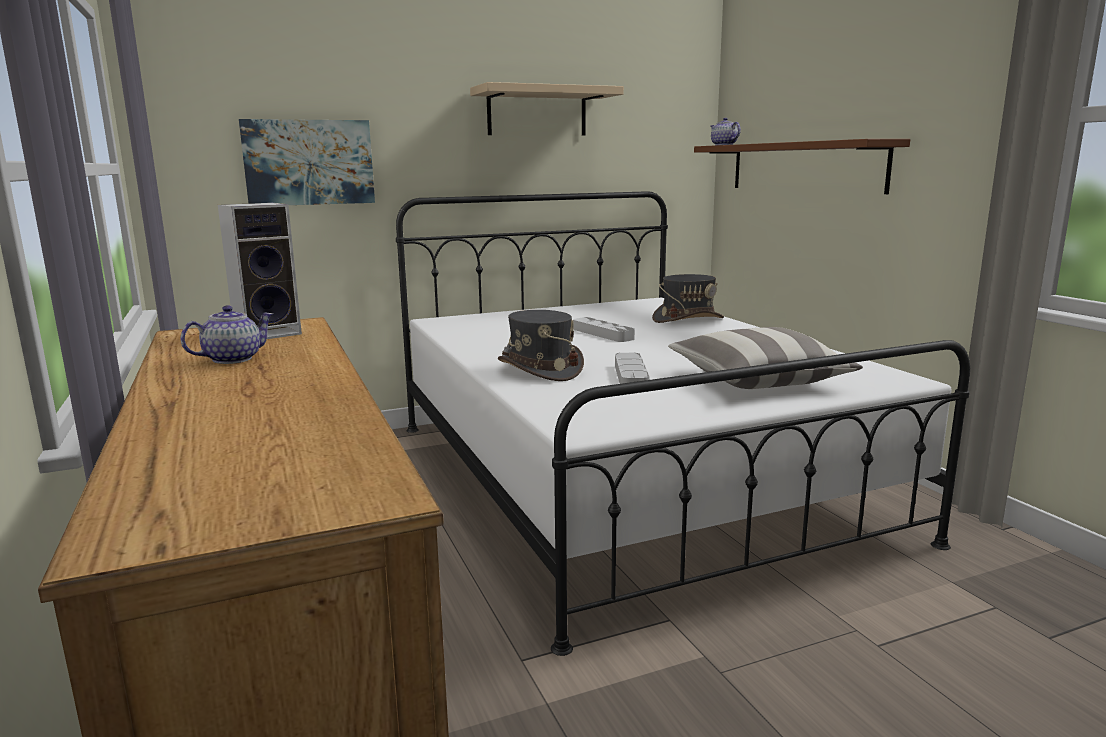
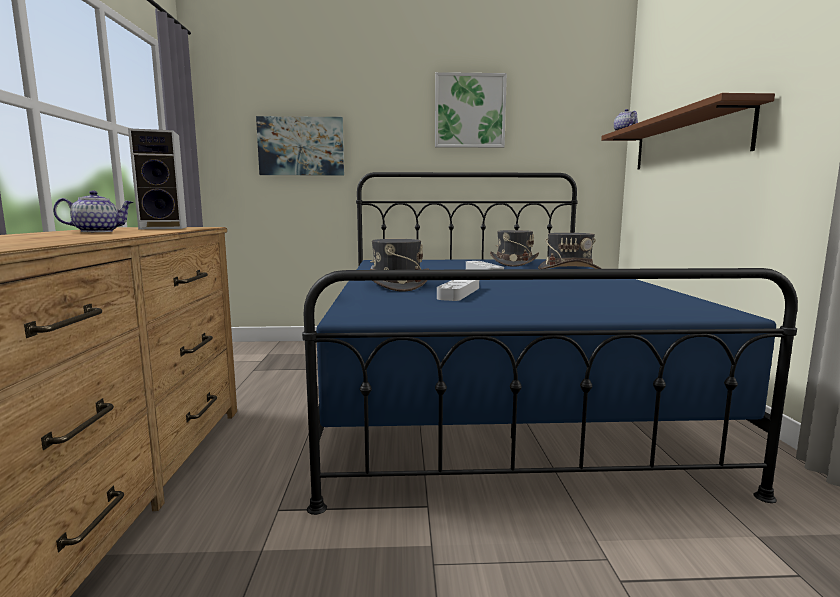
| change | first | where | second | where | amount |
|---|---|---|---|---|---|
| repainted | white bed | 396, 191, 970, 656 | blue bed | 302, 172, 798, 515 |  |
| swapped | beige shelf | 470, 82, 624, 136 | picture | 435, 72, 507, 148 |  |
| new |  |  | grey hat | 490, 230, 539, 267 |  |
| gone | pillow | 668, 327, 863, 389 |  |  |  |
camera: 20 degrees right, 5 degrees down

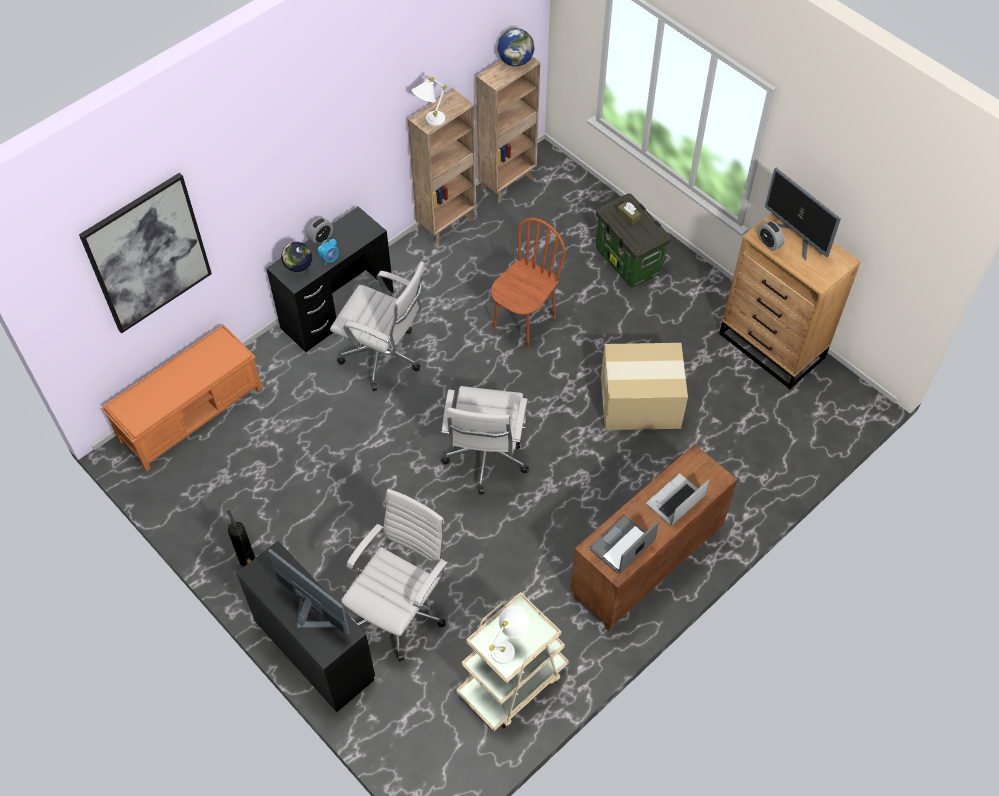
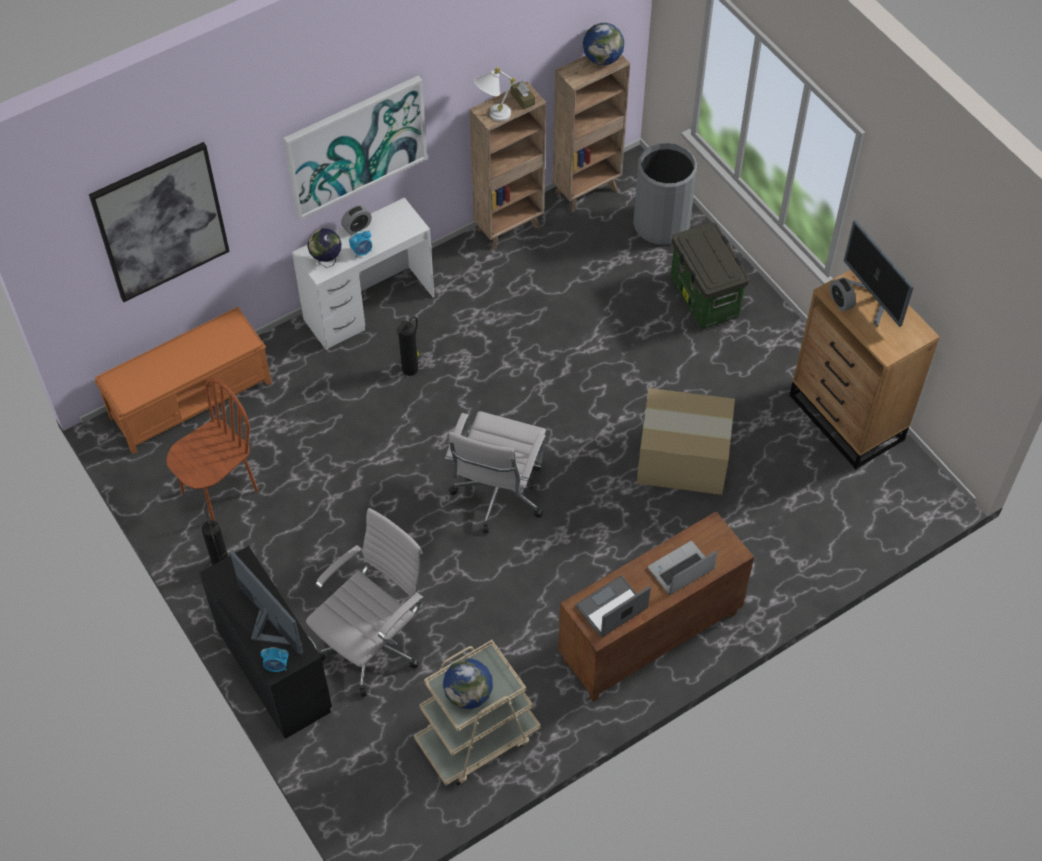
| change | first | where | second | where | amount |
|---|---|---|---|---|---|
| shifted | brown chair | 491, 218, 566, 348 |  | 166, 378, 258, 521 |  |
| new |  |  | alarm clock | 261, 647, 289, 672 |  |
| new |  |  | picture | 283, 76, 427, 220 |  |
| repainted | black desk | 266, 207, 393, 352 | white desk | 292, 197, 435, 350 |  |
| swapped | white office chair | 330, 262, 425, 391 | fire extinguisher | 396, 317, 420, 376 |  |
| swapped | white table lamp | 489, 606, 529, 664 | globe | 443, 658, 493, 709 |  |
| shifted | brown tissue box | 617, 201, 641, 226 |  | 511, 81, 535, 110 |  |
| new |  |  | grey trash can | 633, 143, 697, 245 |  |
camera: 10 degrees right, 0 degrees up

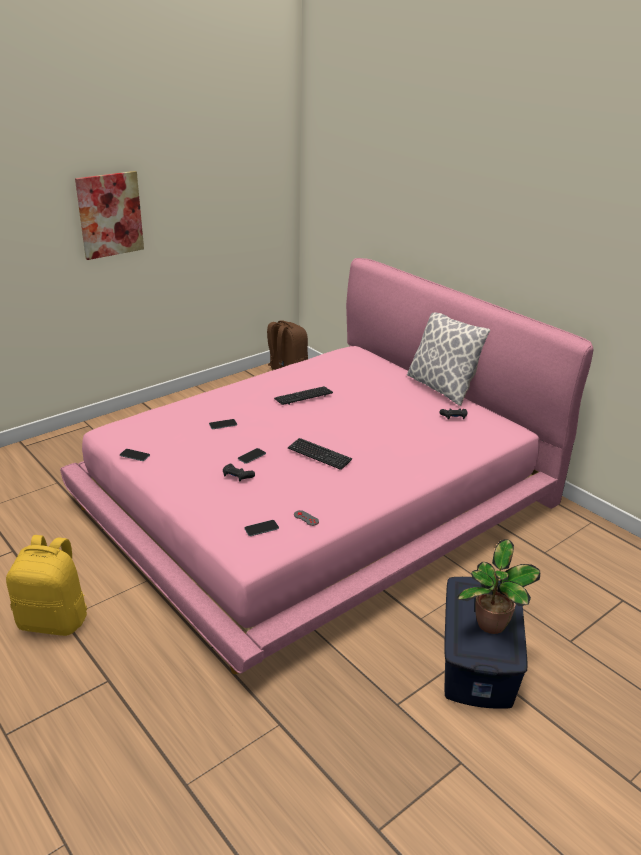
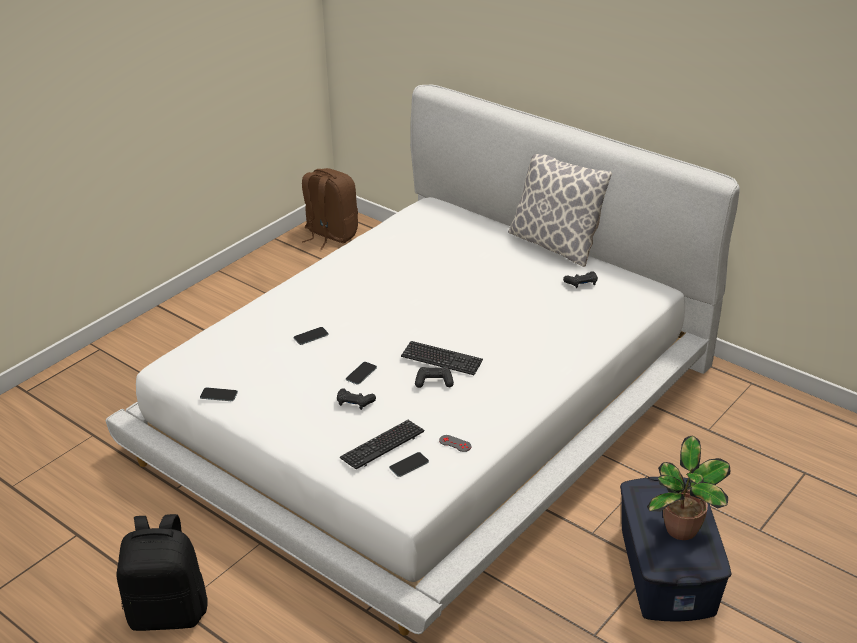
| change | first | where | second | where | amount |
|---|---|---|---|---|---|
| repainted | pink bed | 60, 258, 594, 674 | white bed | 106, 85, 740, 636 |  |
| repainted | yellow backpack | 6, 535, 87, 636 | black backpack | 116, 514, 207, 631 |  |
| shifted | keyboard | 274, 386, 333, 405 |  | 340, 420, 424, 469 |  |
| new |  |  | black game controller | 415, 367, 454, 388 |  |
| gone | picture | 75, 171, 144, 260 |  |  |  |
camera: 10 degrees left, 5 degrees up

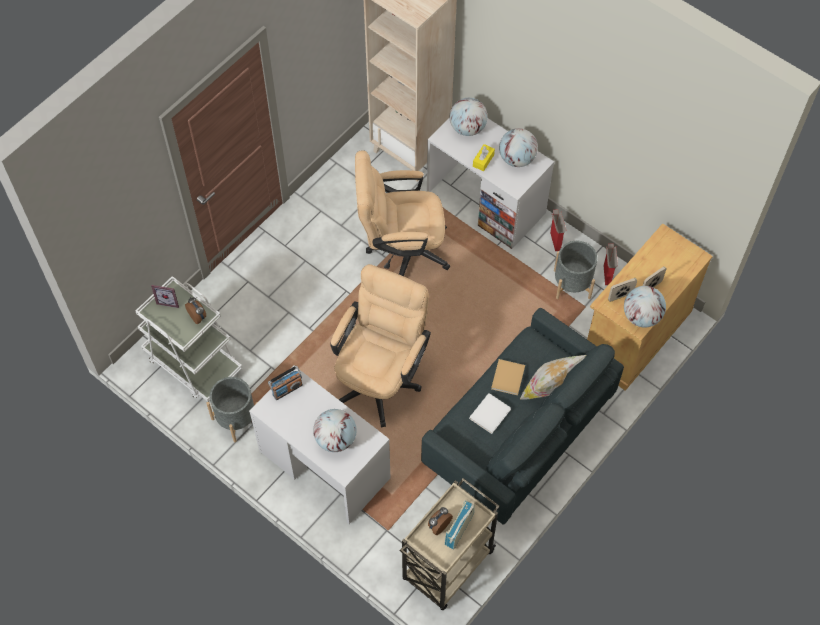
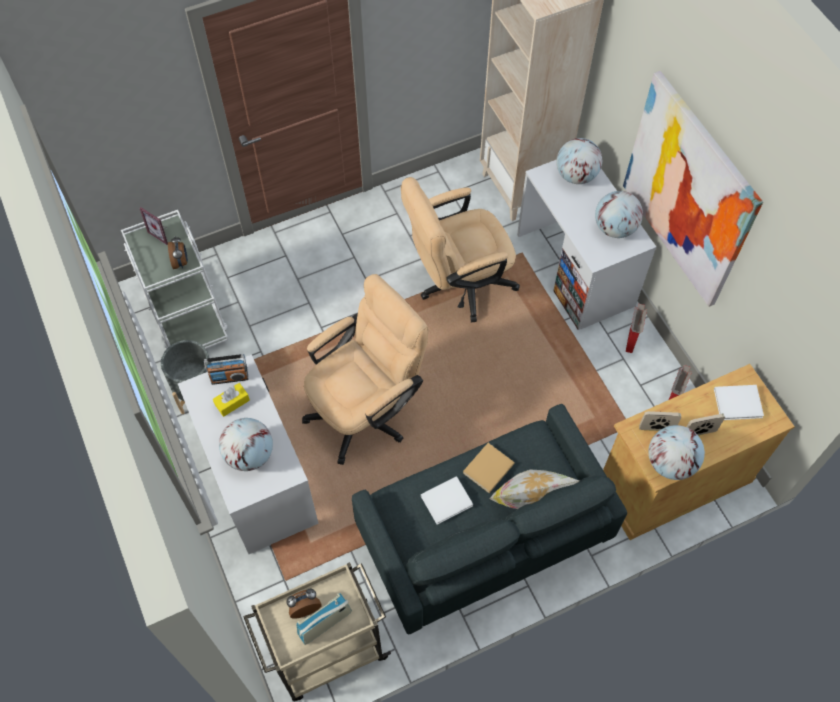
| change | first | where | second | where | amount |
|---|---|---|---|---|---|
| shifted | yellow tissue box | 473, 144, 495, 171 |  | 213, 383, 250, 417 |  |
| rotated | beige office chair | 355, 150, 450, 276 |  | 401, 177, 520, 322 | 45 degrees counterclockwise |
| new |  |  | picture | 623, 71, 763, 307 |  |
| new |  |  | white book | 714, 385, 764, 420 |  |
| gone | grey planter | 554, 241, 597, 299 |  |  |  |
camera: 25 degrees right, 0 degrees up

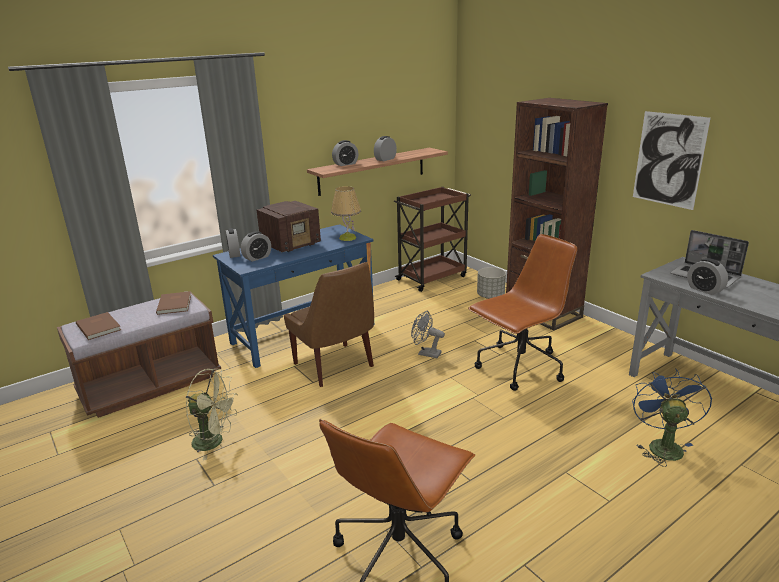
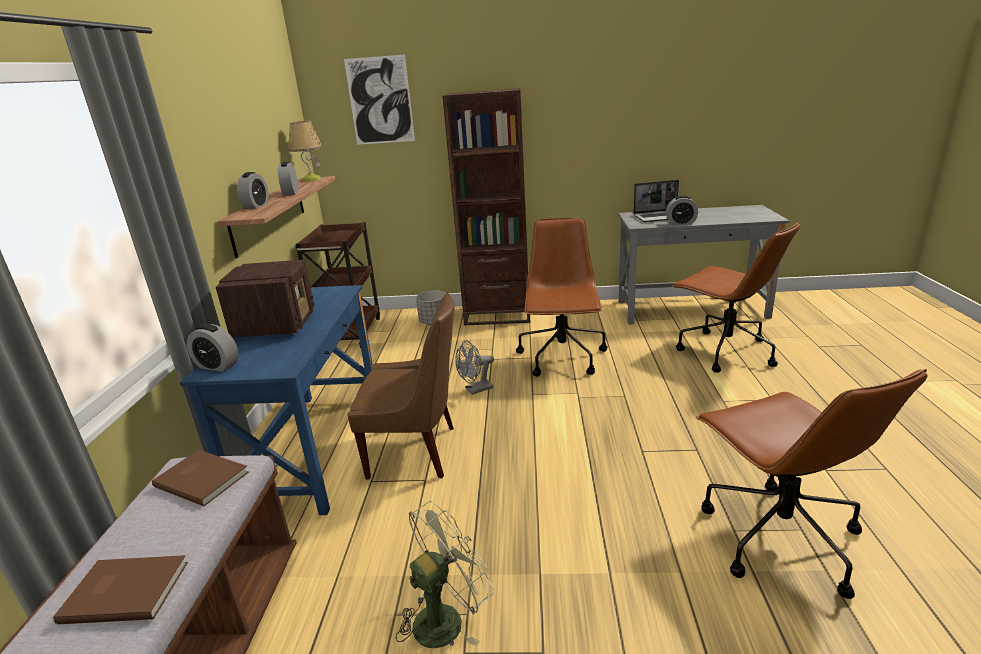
| change | first | where | second | where | amount |
|---|---|---|---|---|---|
| shifted | table lamp | 331, 186, 361, 241 |  | 288, 121, 322, 181 |  |
| shifted | picture | 633, 111, 710, 210 |  | 344, 55, 415, 145 |  |
| swapped | blue fan | 632, 368, 712, 467 | brown office chair | 671, 222, 800, 373 |  |
| gone | alarm clock | 241, 231, 271, 262 |  |  |  |
camera: 50 degrees left, 0 degrees up

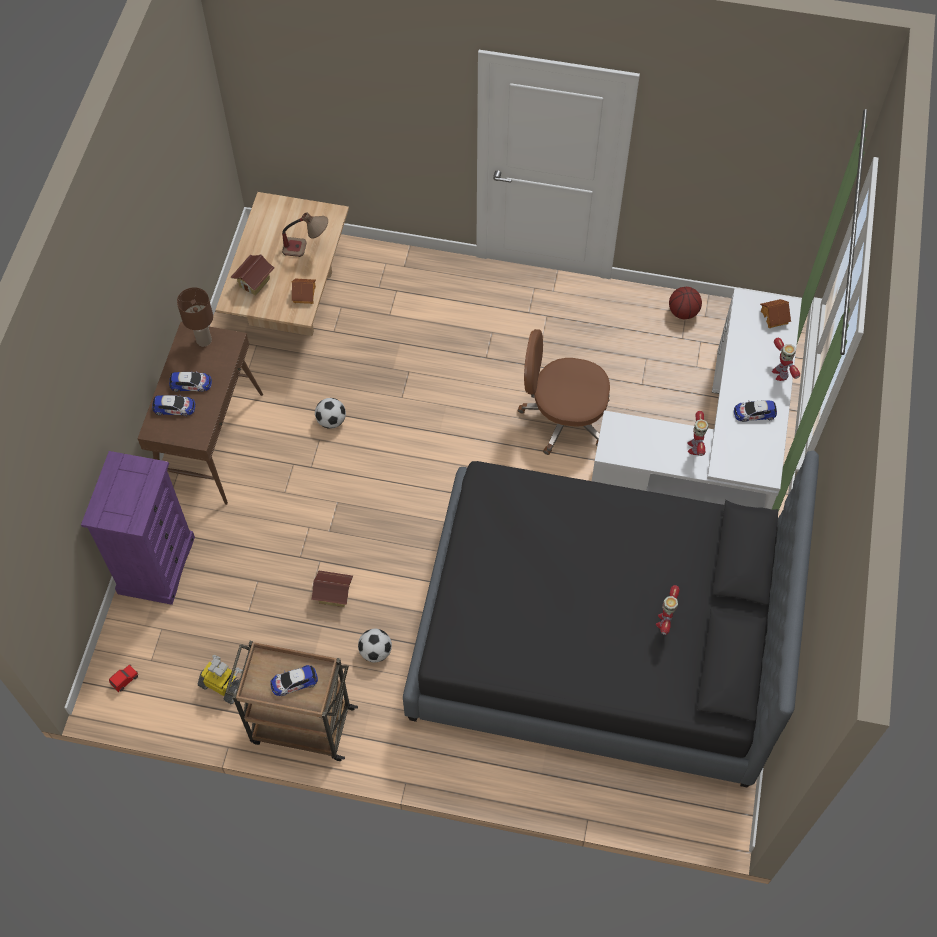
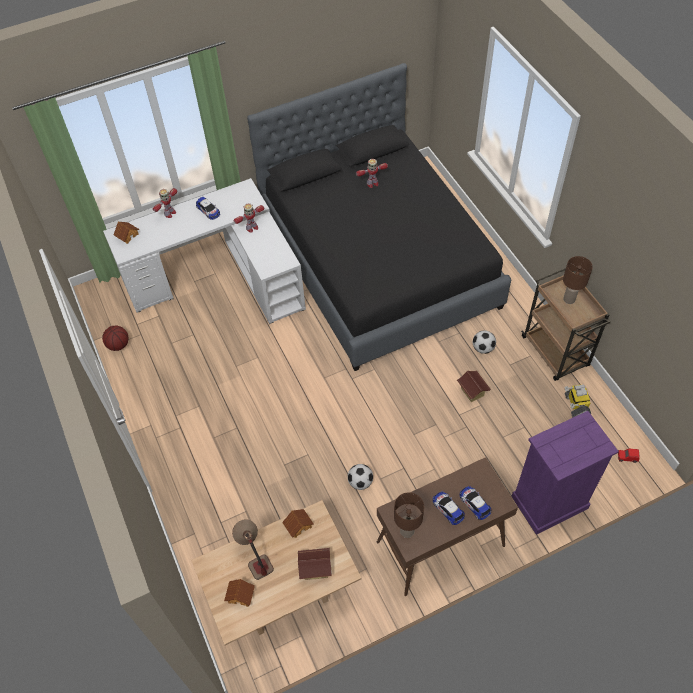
| change | first | where | second | where | amount |
|---|---|---|---|---|---|
| new |  |  | toy house | 224, 579, 255, 607 |  |
| swapped | toy car | 270, 665, 318, 696 | brown table lamp | 563, 256, 593, 304 |  |
| gone | brown office chair | 518, 329, 610, 455 |  |  |  |
camera: 125 degrees left, 5 degrees down

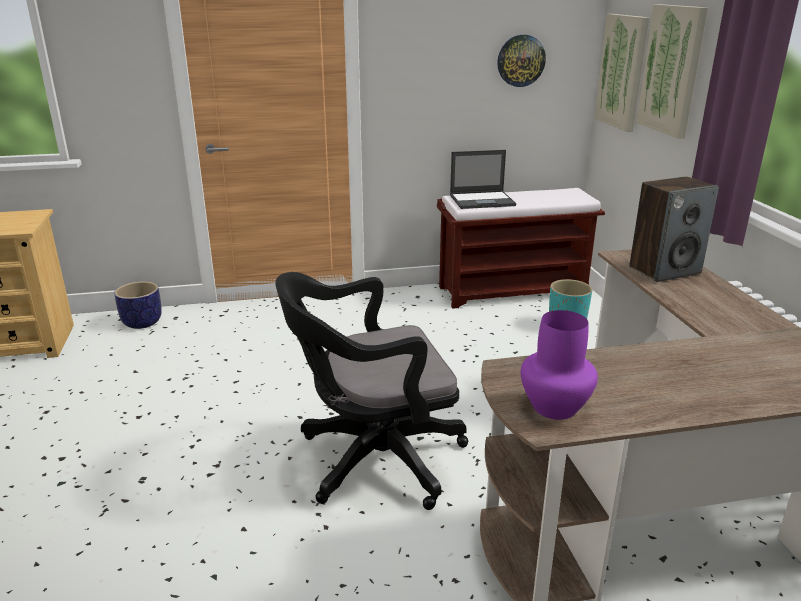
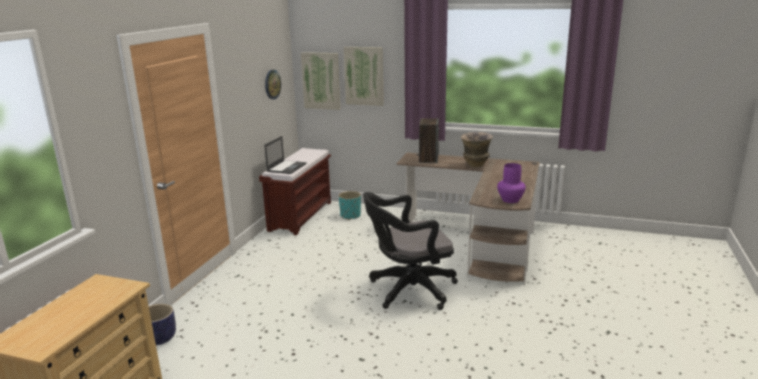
| change | first | where | second | where | amount |
|---|---|---|---|---|---|
| rotated | black office chair | 275, 272, 468, 510 |  | 363, 192, 458, 310 | 60 degrees clockwise |
| new |  |  | vase | 461, 132, 493, 167 |  |
camera: 60 degrees left, 5 degrees down

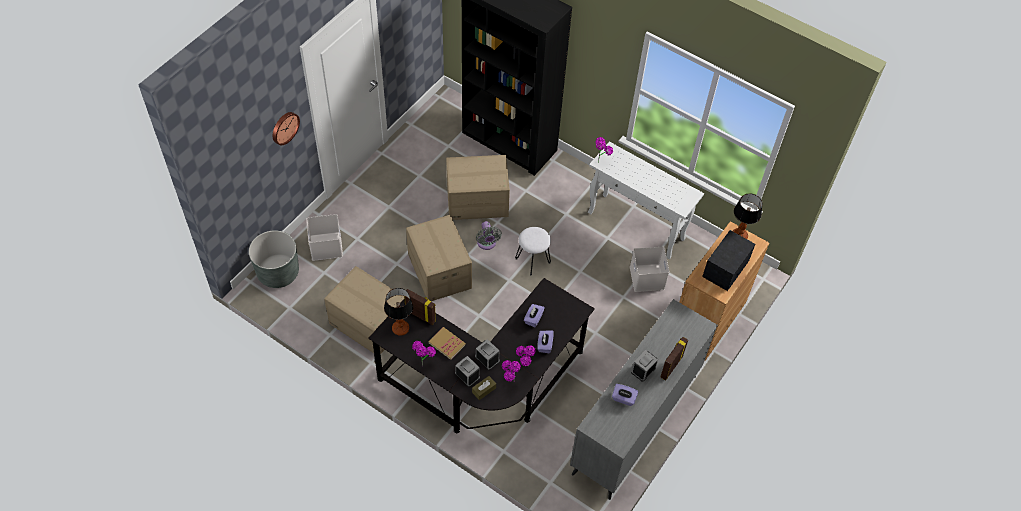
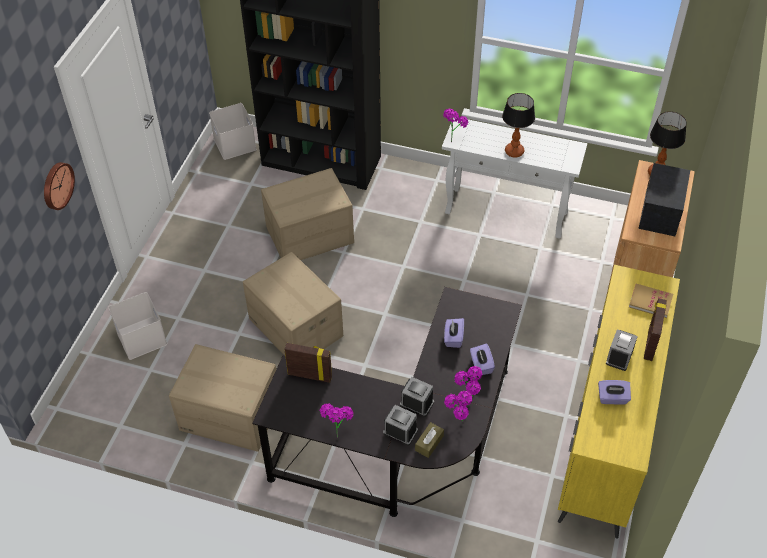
| change | first | where | second | where | amount |
|---|---|---|---|---|---|
| shifted | white storage box | 630, 247, 669, 292 |  | 209, 103, 257, 160 |  |
| shifted | table lamp | 384, 288, 413, 336 |  | 502, 93, 535, 158 |  |
| repainted | grey dresser | 570, 299, 718, 500 | yellow dresser | 558, 265, 680, 539 |  |
| shifted | book | 429, 327, 466, 360 |  | 629, 284, 673, 318 |  |
| gone | grey planter | 249, 230, 299, 288 |  |  |  |
| gone | grey fan | 476, 221, 502, 250 |  |  |  |
| gone | white stool | 515, 227, 551, 275 |  |  |  |
camera: 15 degrees left, 5 degrees down

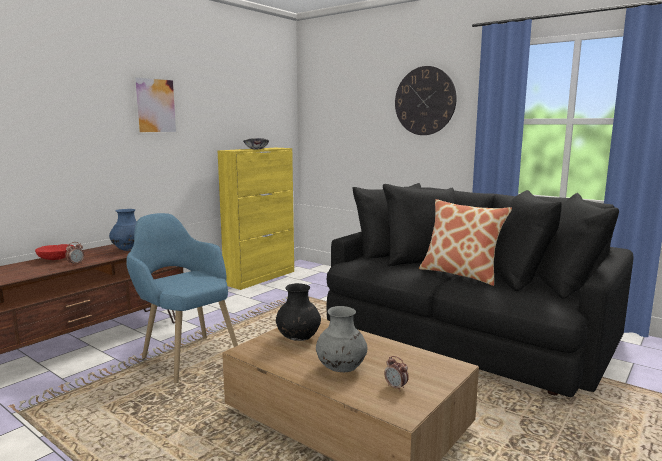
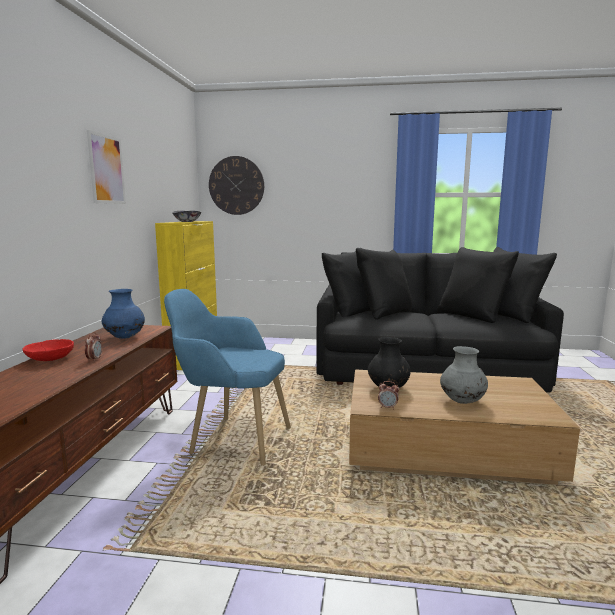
| change | first | where | second | where | amount |
|---|---|---|---|---|---|
| shifted | wall clock | 395, 66, 457, 135 |  | 209, 156, 264, 215 |  |
| shifted | alarm clock | 384, 356, 409, 391 |  | 378, 381, 399, 409 |  |
| gone | pillow | 419, 199, 512, 286 |  |  |  |
camera: 30 degrees left, 0 degrees up

